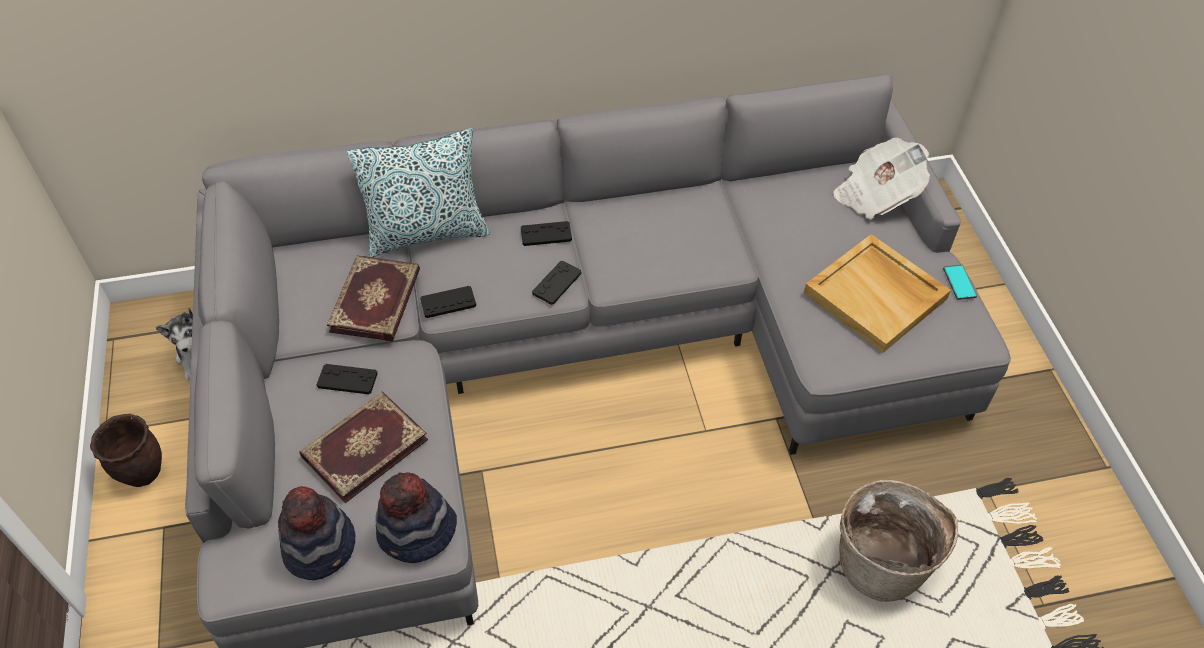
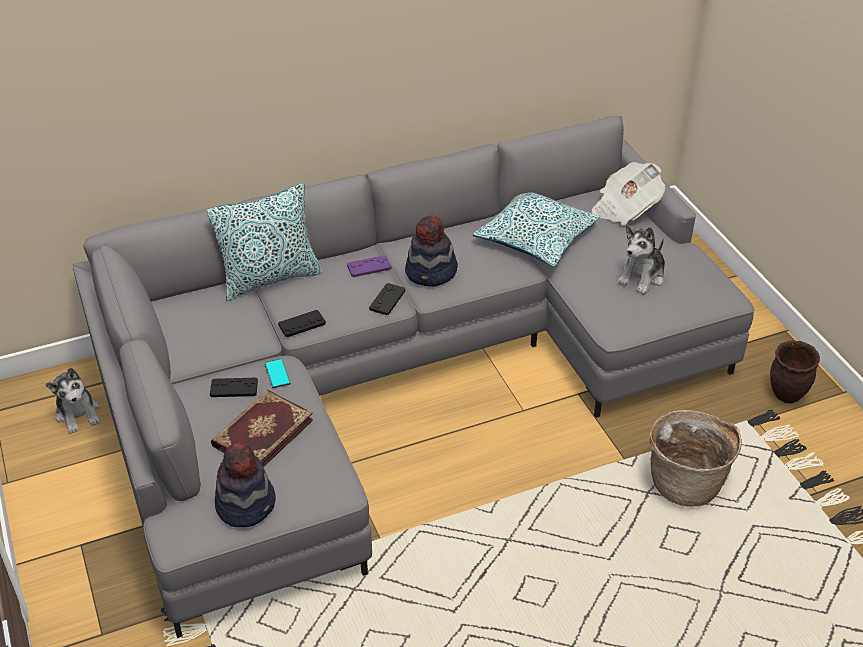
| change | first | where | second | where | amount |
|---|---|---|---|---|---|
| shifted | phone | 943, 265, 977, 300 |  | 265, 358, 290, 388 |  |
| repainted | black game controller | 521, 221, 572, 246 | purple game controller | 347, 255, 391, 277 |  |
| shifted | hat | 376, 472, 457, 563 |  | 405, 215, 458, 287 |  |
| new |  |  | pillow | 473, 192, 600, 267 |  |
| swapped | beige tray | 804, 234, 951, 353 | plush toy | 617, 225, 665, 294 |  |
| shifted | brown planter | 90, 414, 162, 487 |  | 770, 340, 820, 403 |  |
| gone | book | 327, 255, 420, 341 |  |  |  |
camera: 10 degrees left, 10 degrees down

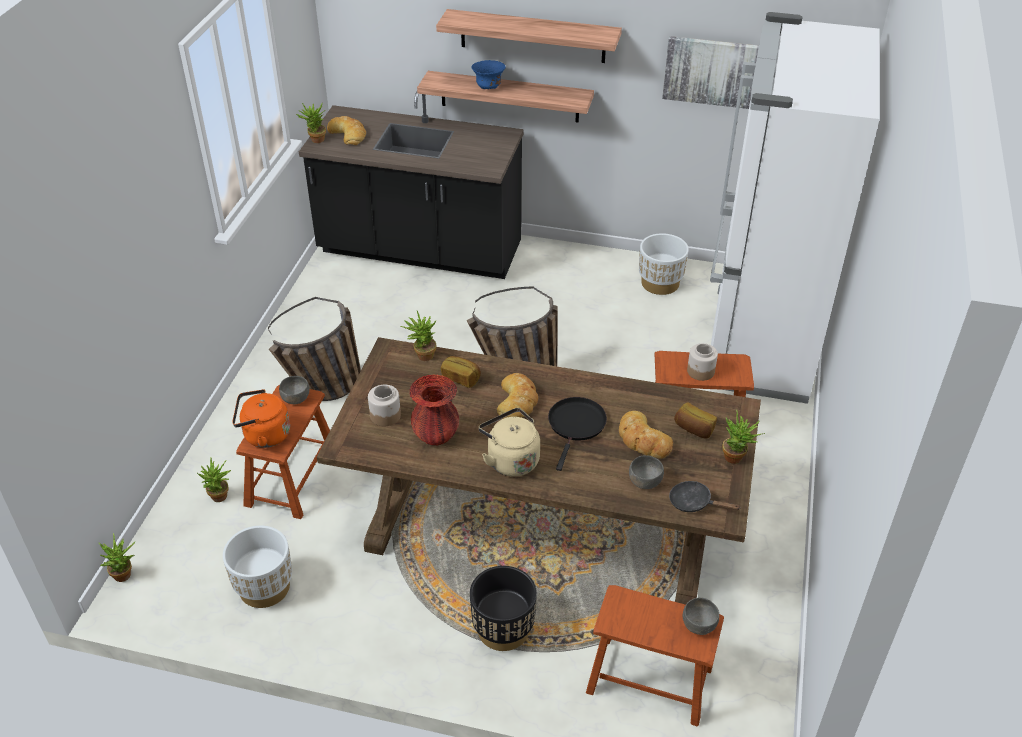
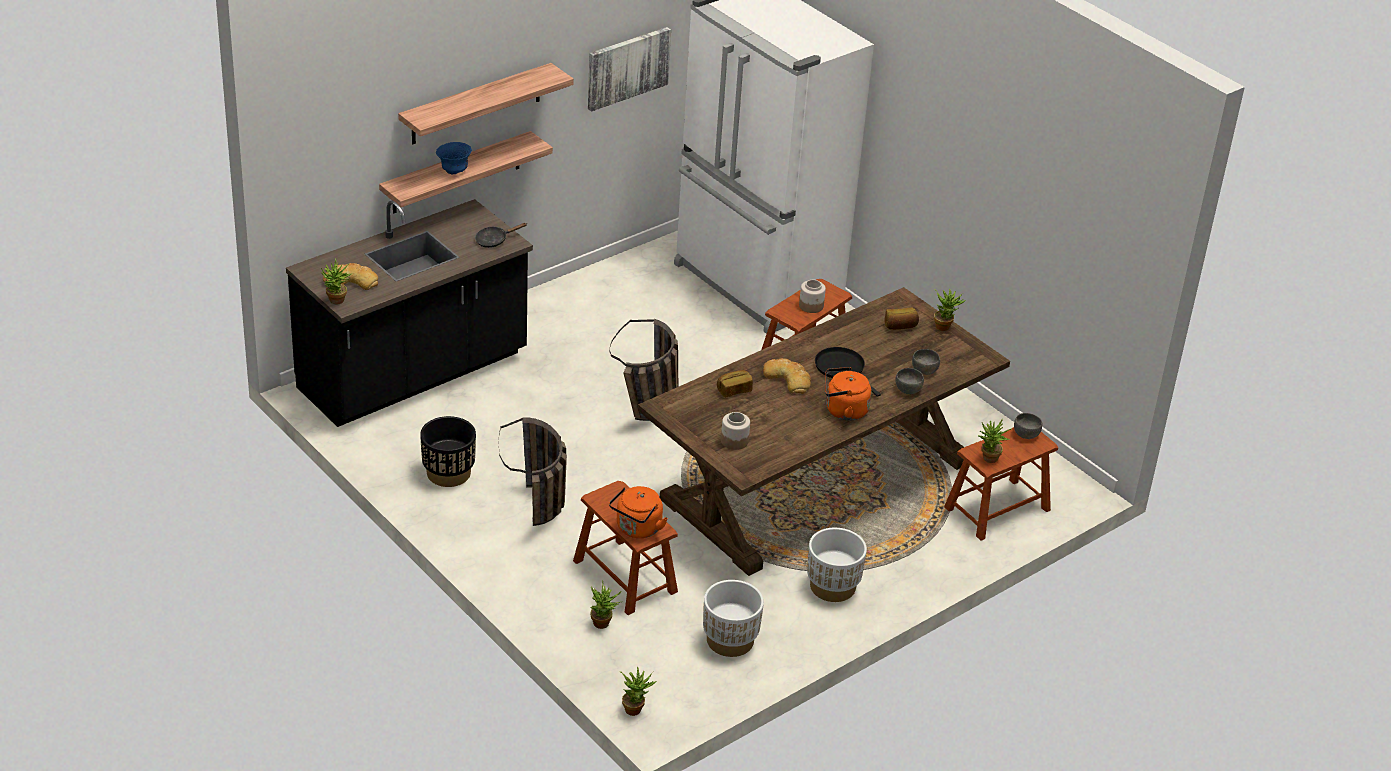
| change | first | where | second | where | amount |
|---|---|---|---|---|---|
| shifted | black planter | 470, 566, 537, 651 |  | 420, 416, 476, 487 |  |
| shifted | black frying pan | 669, 481, 740, 512 |  | 475, 223, 526, 248 |  |
| shifted | white planter | 639, 233, 689, 295 |  | 807, 528, 867, 602 |  |
| repainted | beige kettle | 479, 408, 540, 477 | orange kettle | 825, 367, 872, 421 |  |
| shifted | grey bowl | 279, 376, 309, 404 |  | 895, 368, 924, 394 |  |
| shifted | potted plant | 400, 311, 437, 361 |  | 978, 419, 1011, 463 |  |
| gone | red vase | 410, 374, 459, 446 |  |  |  |
| gone | bread | 619, 411, 673, 459 |  |  |  |
camera: 55 degrees left, 5 degrees down

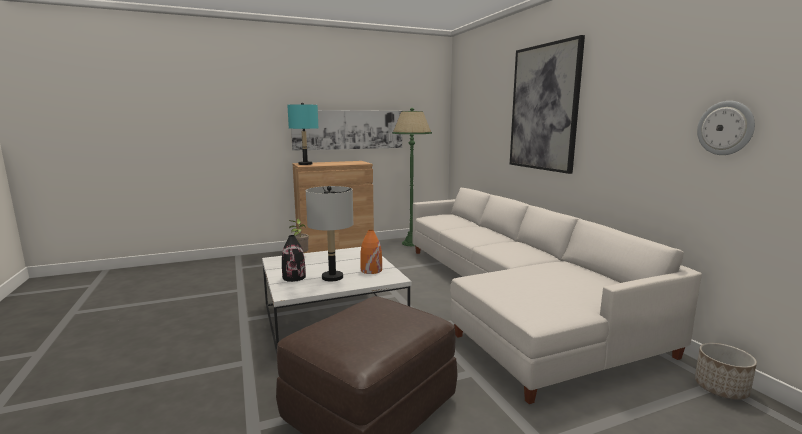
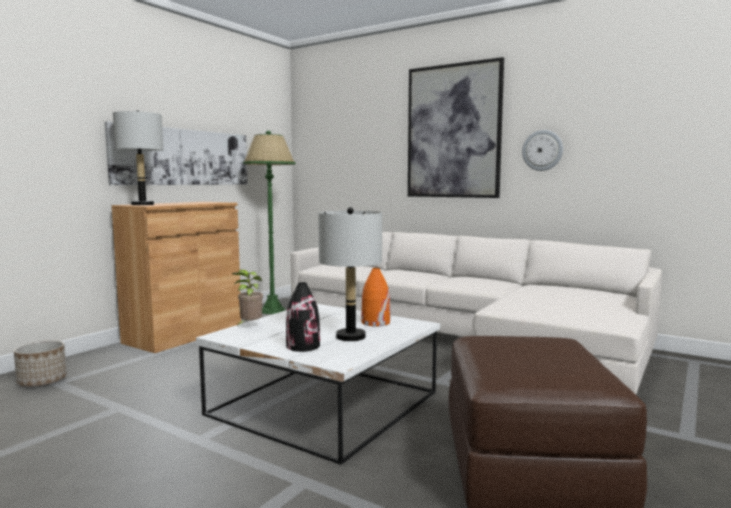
| change | first | where | second | where | amount |
|---|---|---|---|---|---|
| shifted | planter | 695, 343, 757, 400 |  | 14, 340, 67, 387 |  |
| repainted | turquoise table lamp | 287, 102, 318, 165 | grey table lamp | 113, 110, 163, 205 |  |
| shifted | wall clock | 697, 101, 755, 155 |  | 522, 130, 563, 171 |  |
camera: 35 degrees left, 5 degrees down

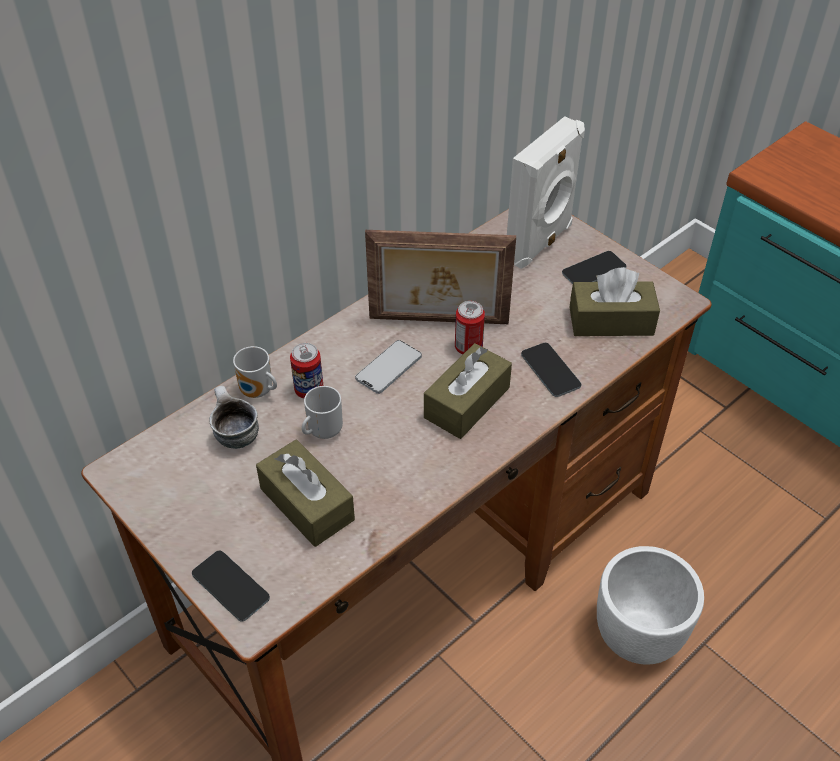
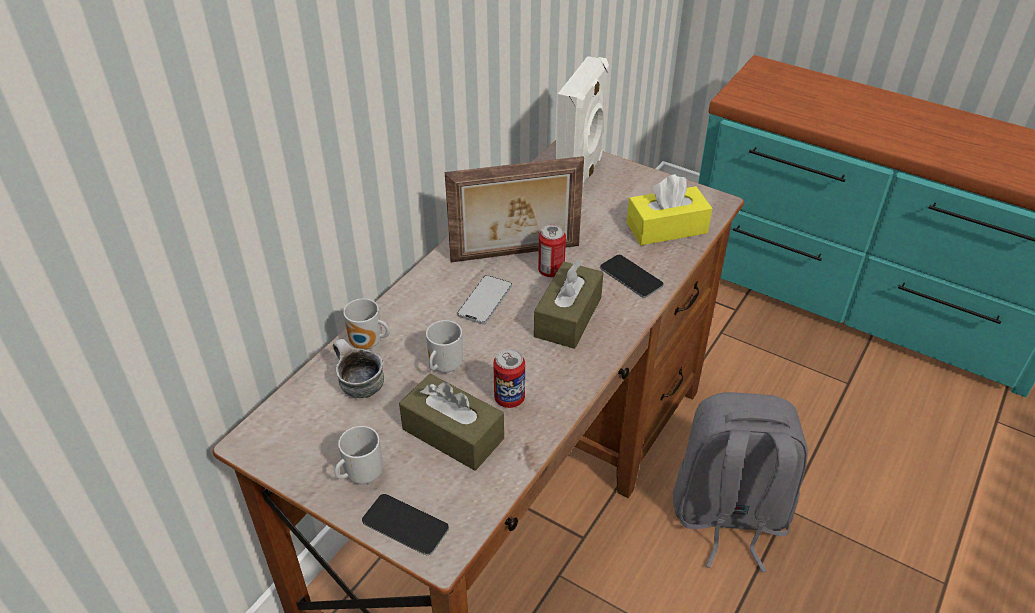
| change | first | where | second | where | amount |
|---|---|---|---|---|---|
| new |  |  | mug | 334, 426, 383, 484 |  |
| shifted | can | 290, 343, 323, 398 |  | 493, 349, 525, 408 |  |
| repainted | brown tissue box | 570, 267, 660, 336 | yellow tissue box | 627, 174, 712, 245 |  |
| swapped | white planter | 597, 546, 704, 665 | grey backpack | 673, 392, 808, 573 |  |
| gone | phone | 562, 251, 626, 284 |  |  |  |
camera: 15 degrees left, 5 degrees down

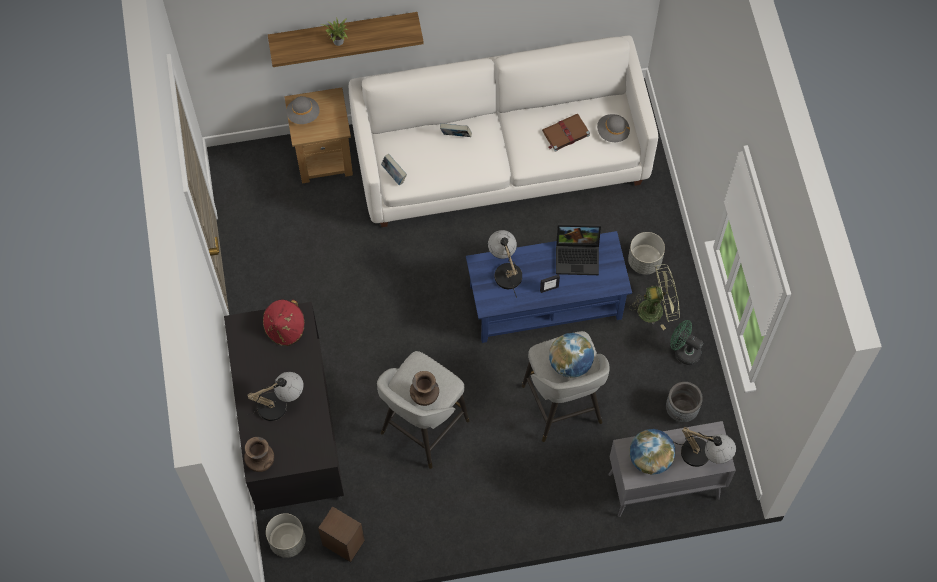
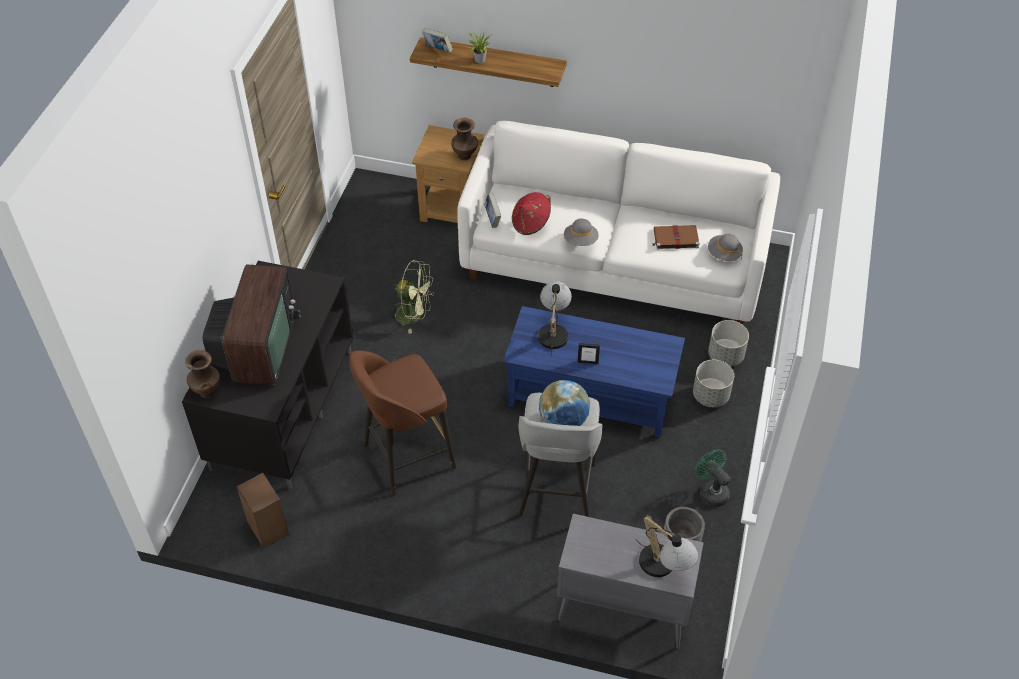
| change | first | where | second | where | amount |
|---|---|---|---|---|---|
| swapped | table lamp | 247, 372, 304, 421 | television | 203, 264, 301, 385 |  |
| repainted | grey stool | 377, 351, 470, 469 | brown stool | 349, 350, 457, 496 |  |
| shifted | green fan | 629, 264, 680, 330 |  | 390, 260, 434, 334 |  |
| shifted | book | 440, 123, 472, 137 |  | 422, 28, 453, 53 |  |
| shifted | brown vase | 410, 371, 439, 406 |  | 451, 117, 478, 160 |  |
| shifted | red hat | 263, 299, 305, 346 |  | 512, 192, 551, 235 |  |
| shifted | grey hat | 287, 96, 320, 124 |  | 564, 219, 599, 246 |  |
| shifted | grey planter | 266, 513, 306, 558 |  | 708, 320, 749, 367 |  |
| gone | laptop | 556, 223, 601, 275 |  |  |  |
| gone | globe | 630, 429, 675, 475 |  |  |  |
camera: 25 degrees right, 15 degrees down

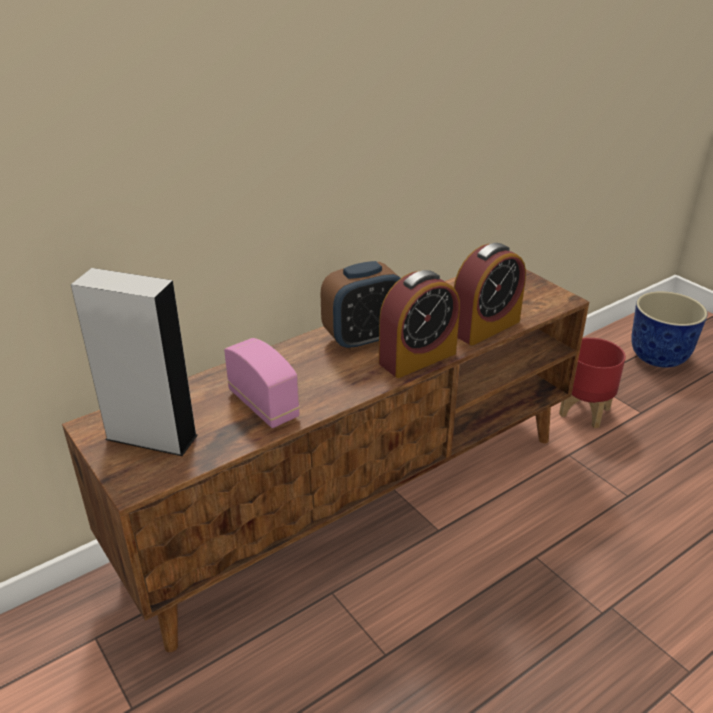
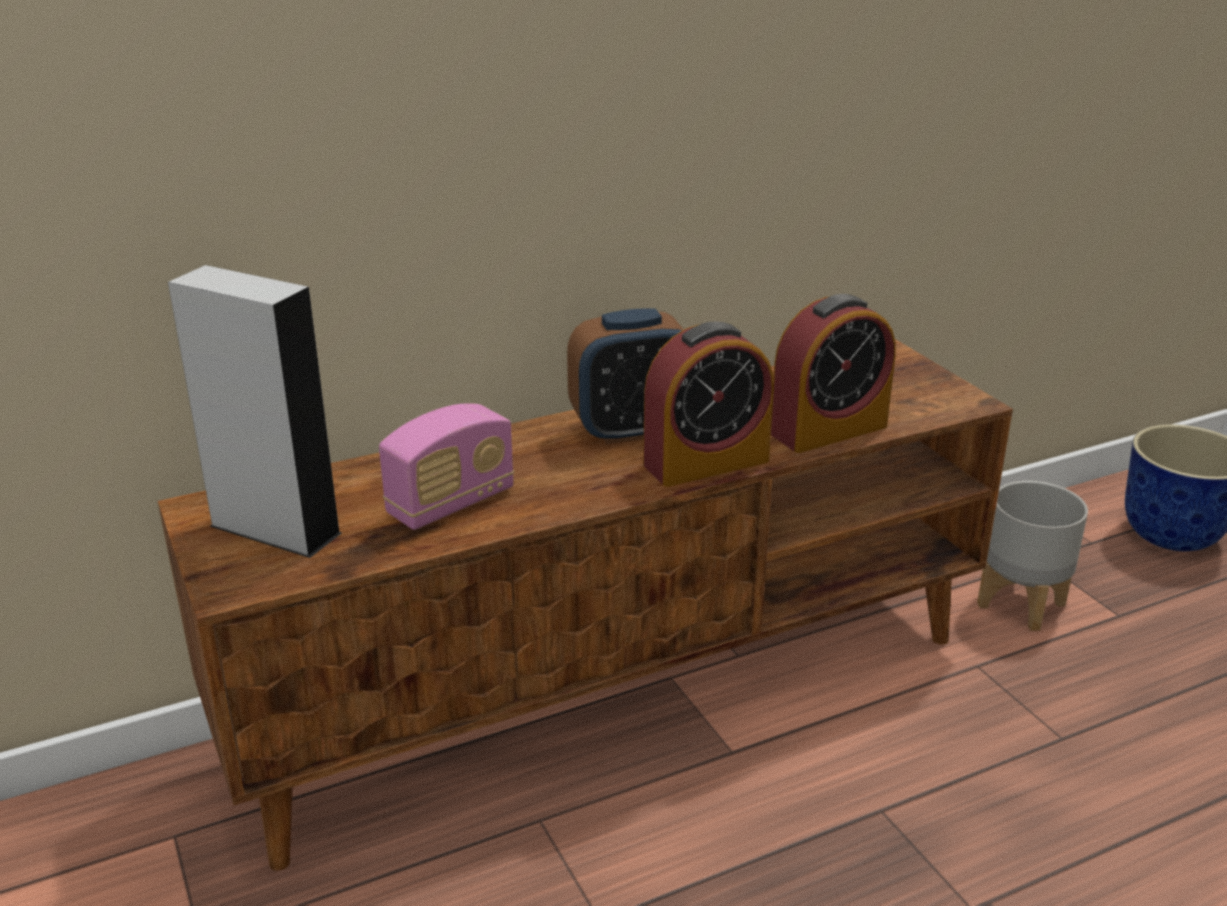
| change | first | where | second | where | amount |
|---|---|---|---|---|---|
| rotated | radio | 224, 338, 300, 428 |  | 379, 403, 514, 530 | 75 degrees clockwise |
| repainted | red planter | 559, 338, 626, 428 | grey planter | 977, 481, 1088, 631 |  |
camera: 10 degrees right, 5 degrees down

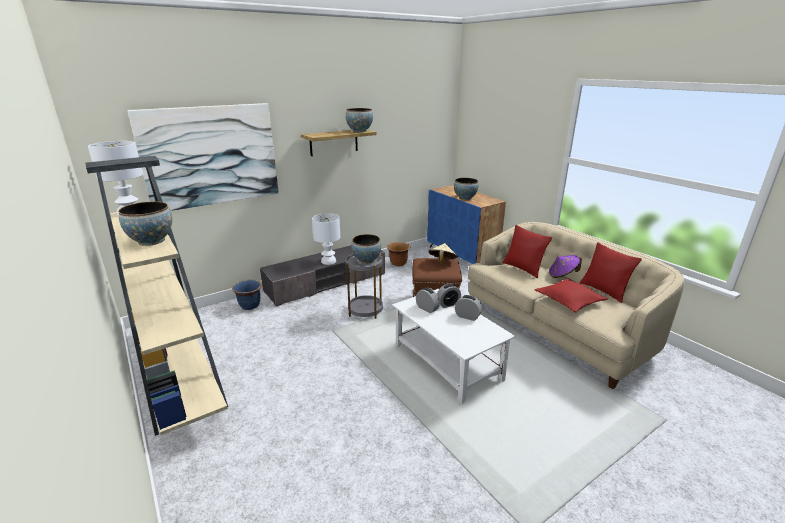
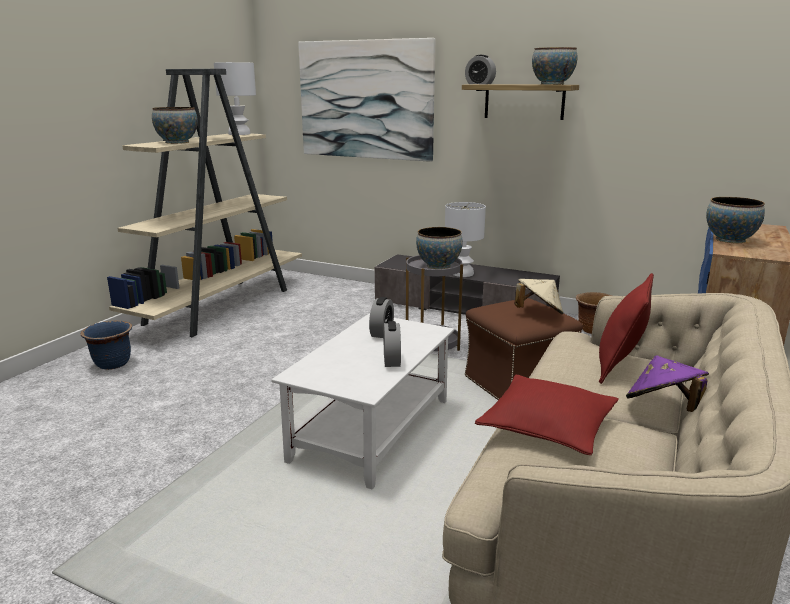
| change | first | where | second | where | amount |
|---|---|---|---|---|---|
| shifted | blue planter | 232, 280, 262, 310 |  | 81, 321, 132, 370 |  |
| shifted | alarm clock | 437, 284, 461, 308 |  | 465, 55, 496, 84 |  |
| gone | red pillow | 580, 242, 642, 303 |  |  |  |
camera: 60 degrees right, 5 degrees down

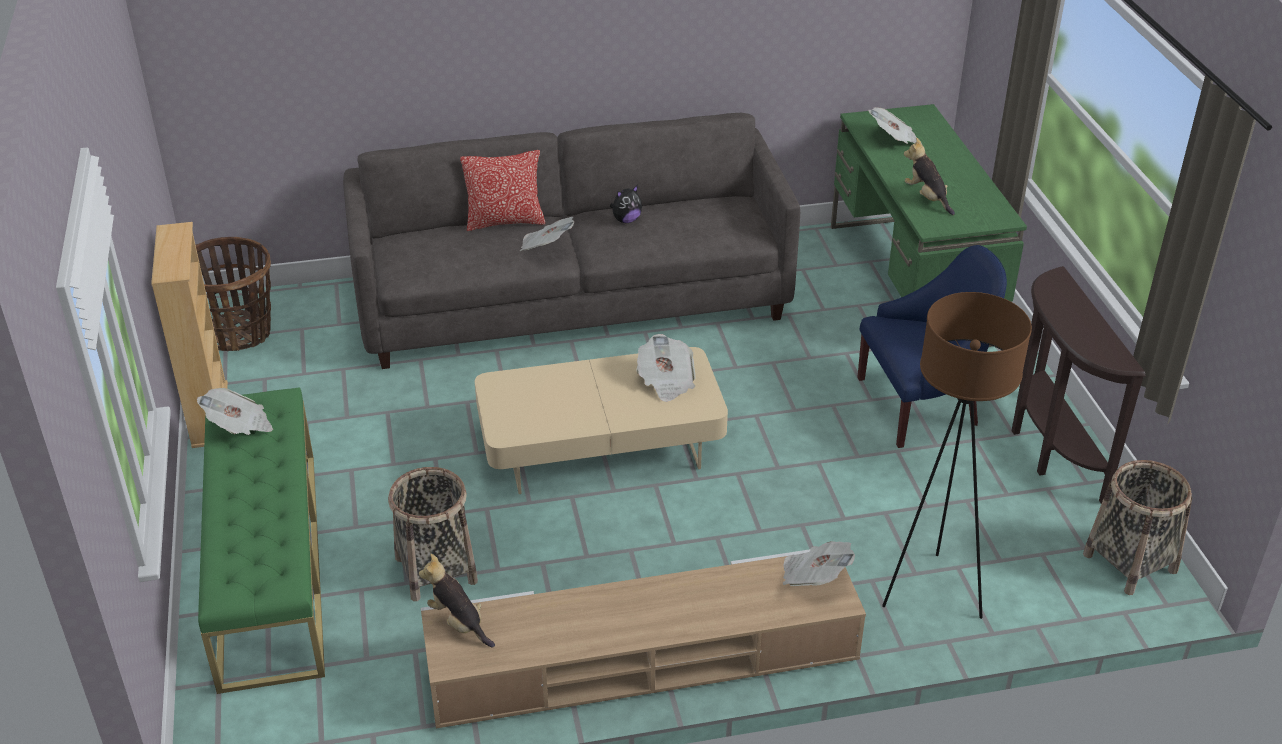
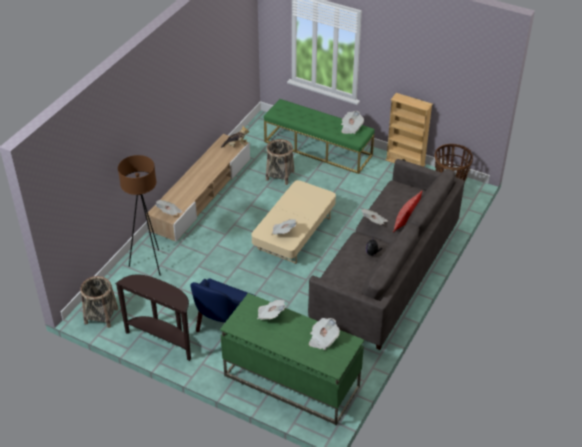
| change | first | where | second | where | amount |
|---|---|---|---|---|---|
| swapped | plush toy | 904, 138, 955, 215 | newspaper | 257, 300, 286, 320 |  |
camera: 130 degrees right, 5 degrees up

